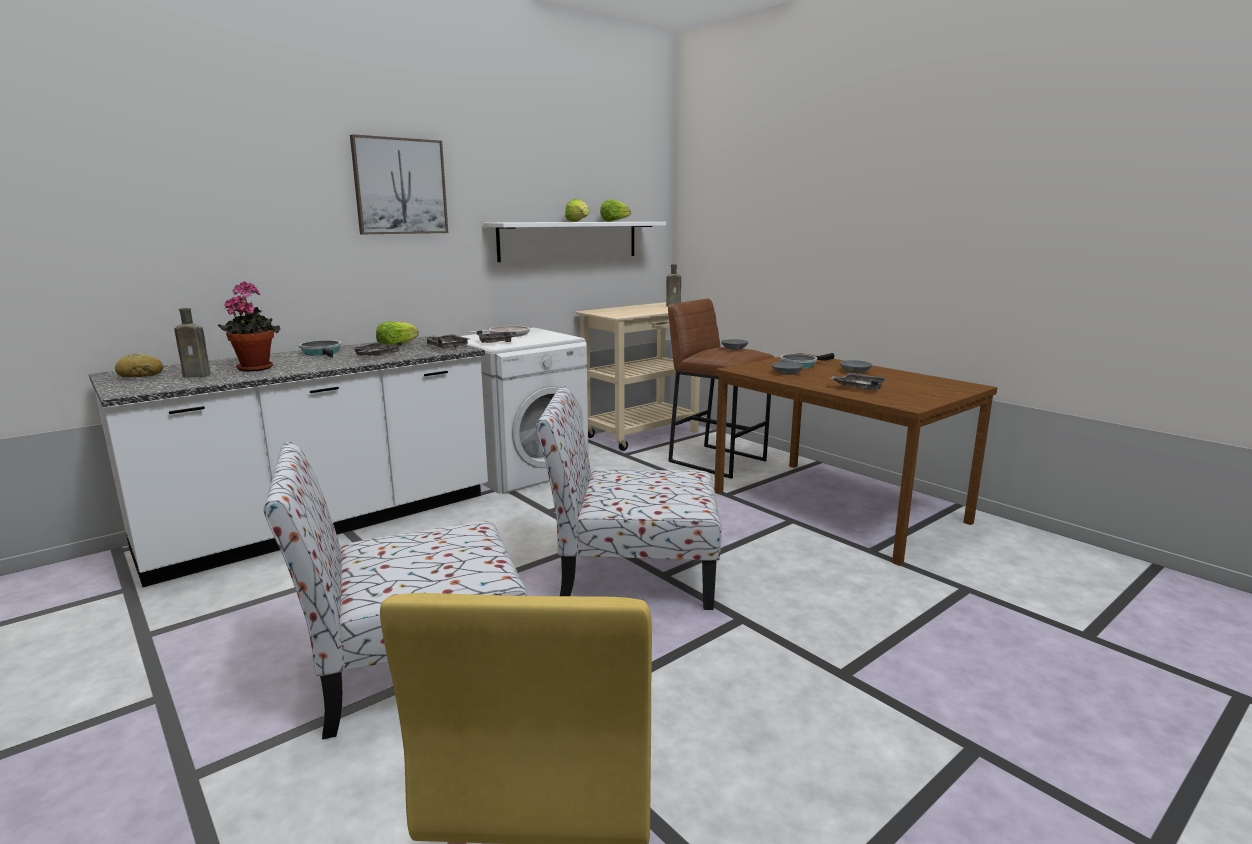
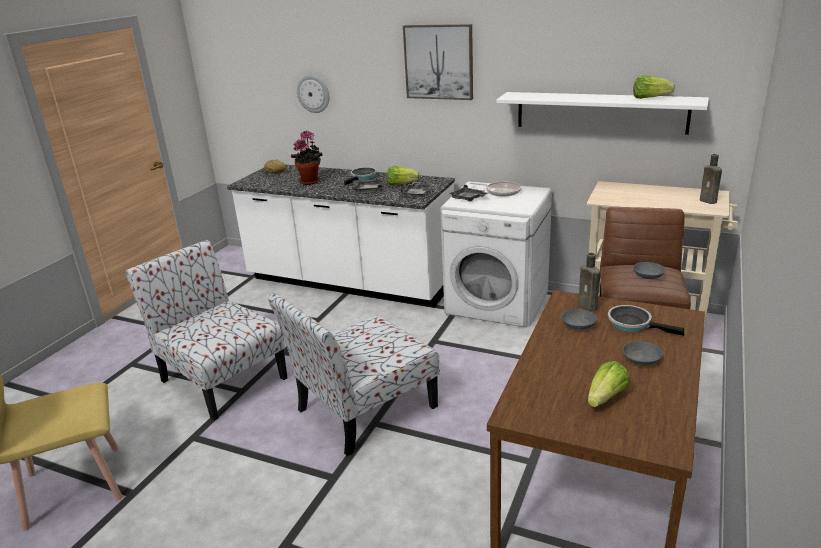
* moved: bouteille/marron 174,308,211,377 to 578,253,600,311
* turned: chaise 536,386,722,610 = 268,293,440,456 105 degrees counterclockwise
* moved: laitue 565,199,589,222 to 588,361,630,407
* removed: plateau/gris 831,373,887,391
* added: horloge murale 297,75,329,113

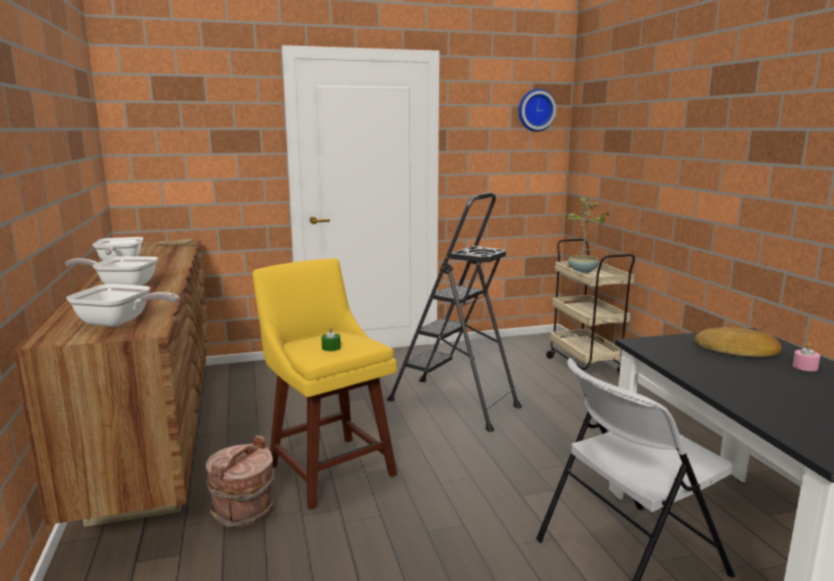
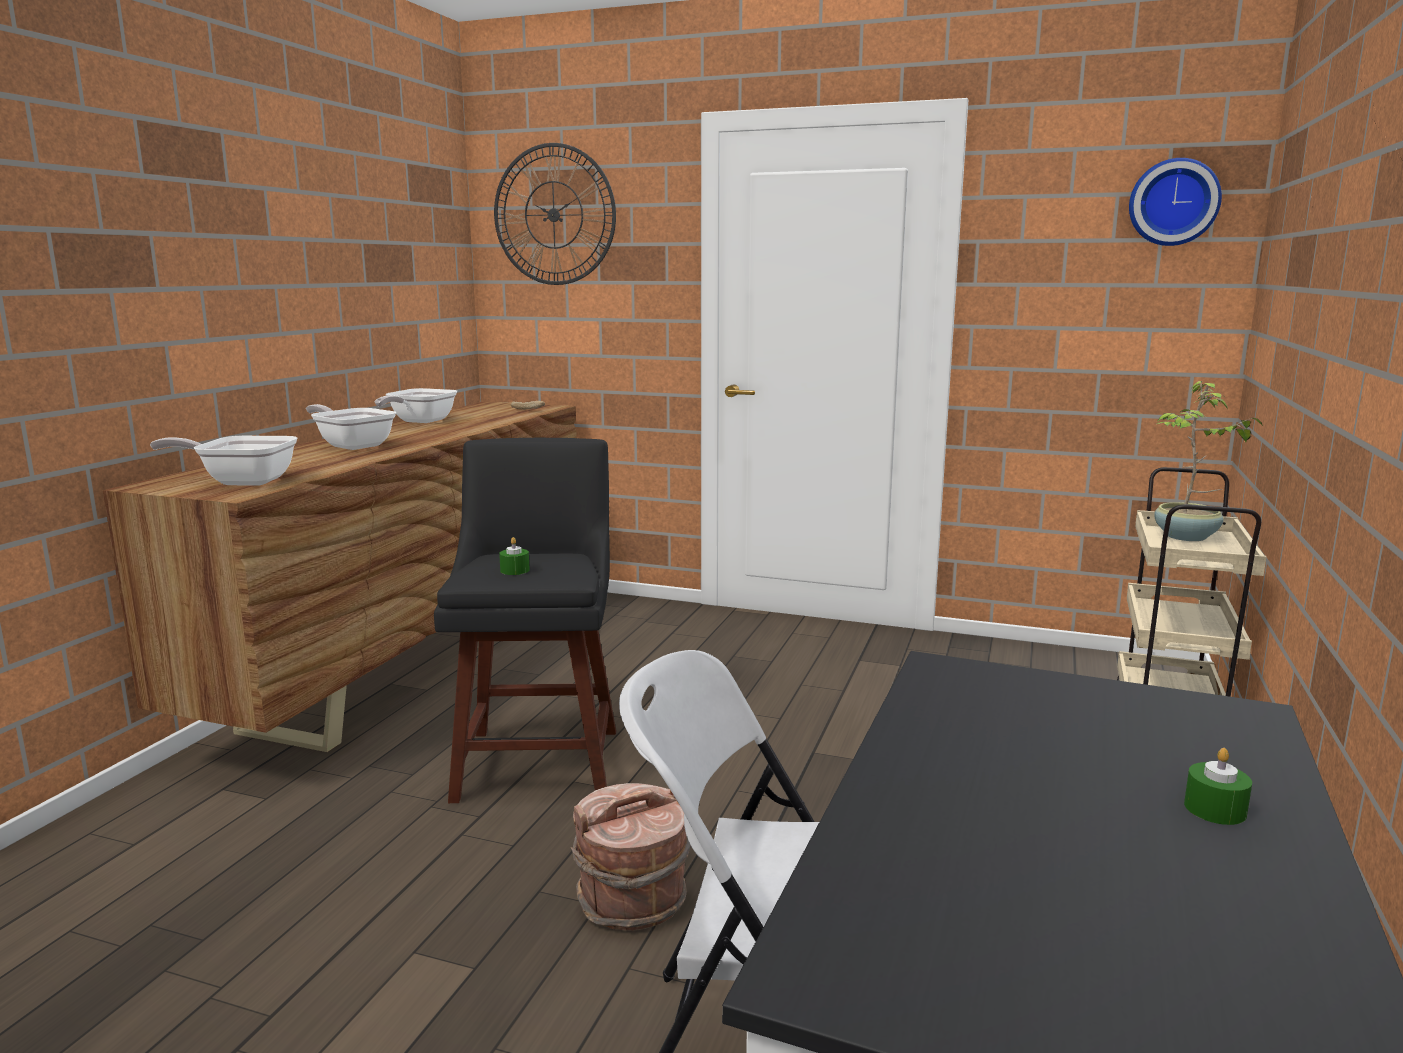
* turned: poêle 66,284,179,327 = 150,436,297,486 135 degrees clockwise
* moved: seau/marron 206,435,275,527 to 571,783,691,931
* recoloured: tabouret/jaune 252,258,397,510 to tabouret/noir 434,438,616,803
* removed: escabeau 387,192,522,432
* removed: pain 695,327,782,357
* recoloured: bougie/rose 793,342,820,371 to bougie/vert 1184,748,1252,825
* added: horloge murale 494,143,616,285

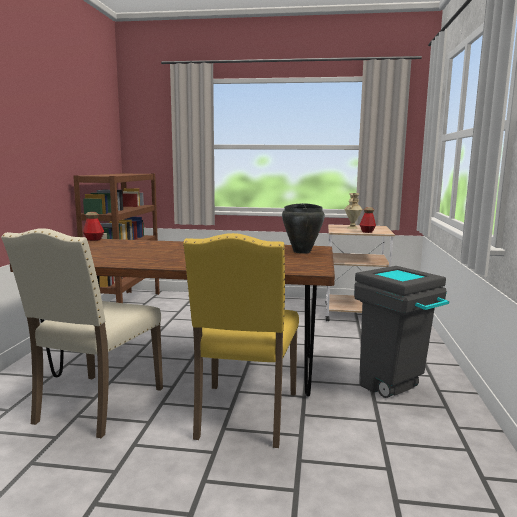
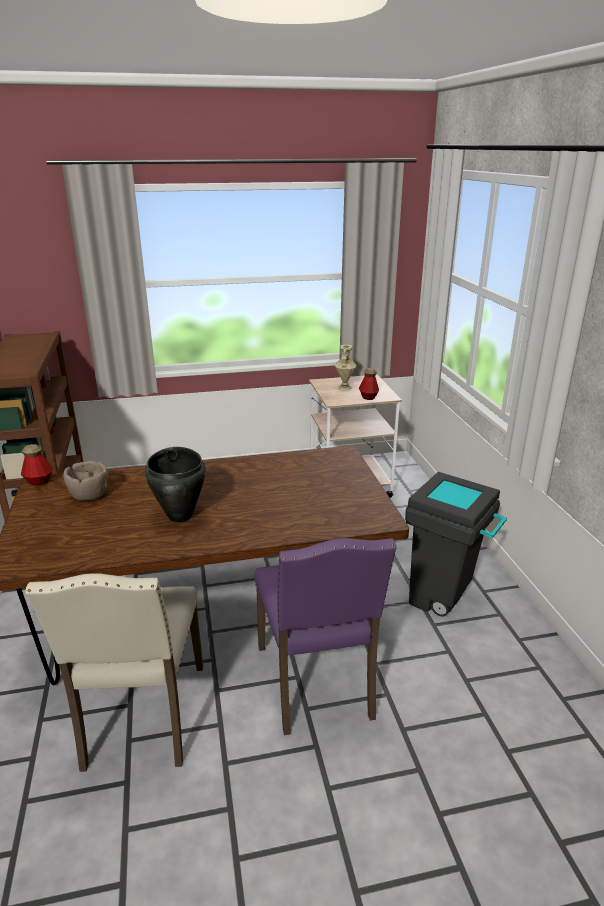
* recoloured: chaise/jaune 183,233,299,448 to chaise/violet 254,538,397,735
* moved: marmite/noir 282,203,325,254 to 145,447,206,523
* added: bol/marron 63,461,108,501

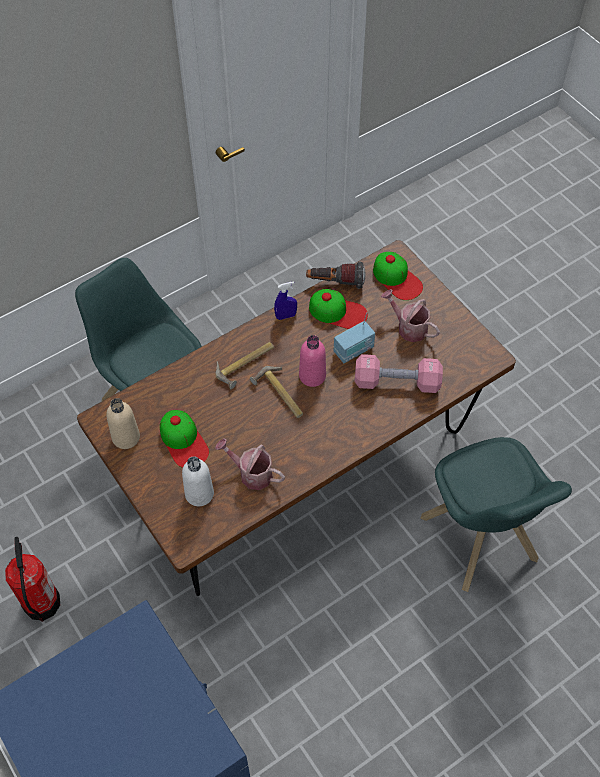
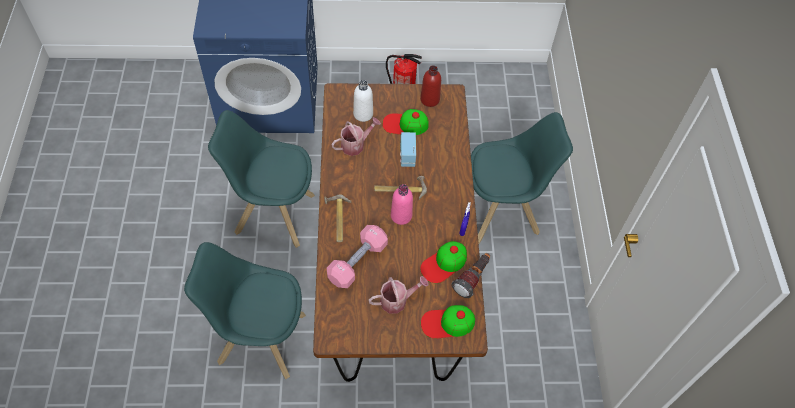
* recoloured: bouteille/beige 106,398,140,449 to bouteille/rouge 420,66,441,107
* moved: marteau 216,342,274,389 to 324,194,351,242
* moved: radio 334,312,375,363 to 400,132,416,167
* added: chaise/turquoise 208,110,315,248

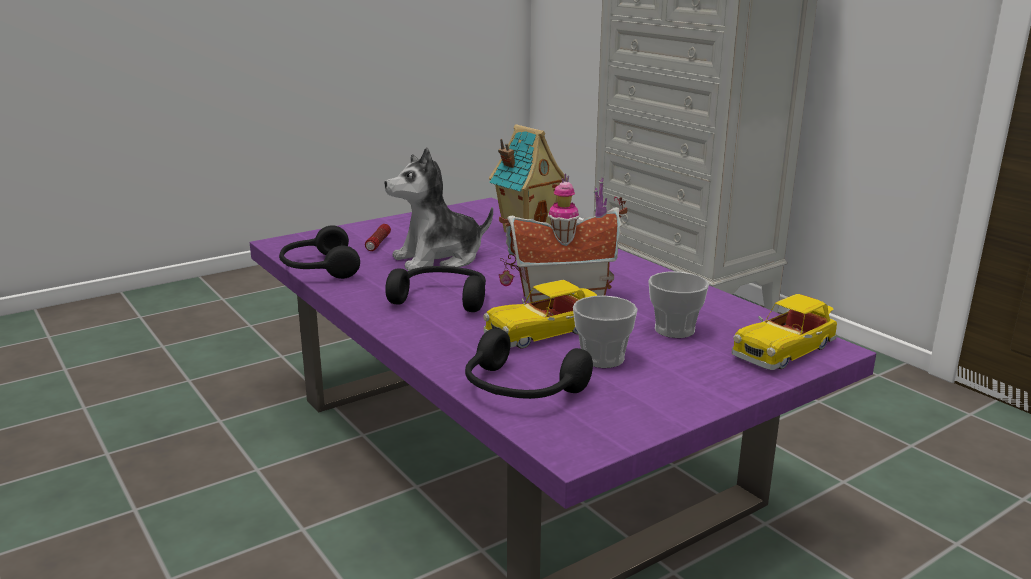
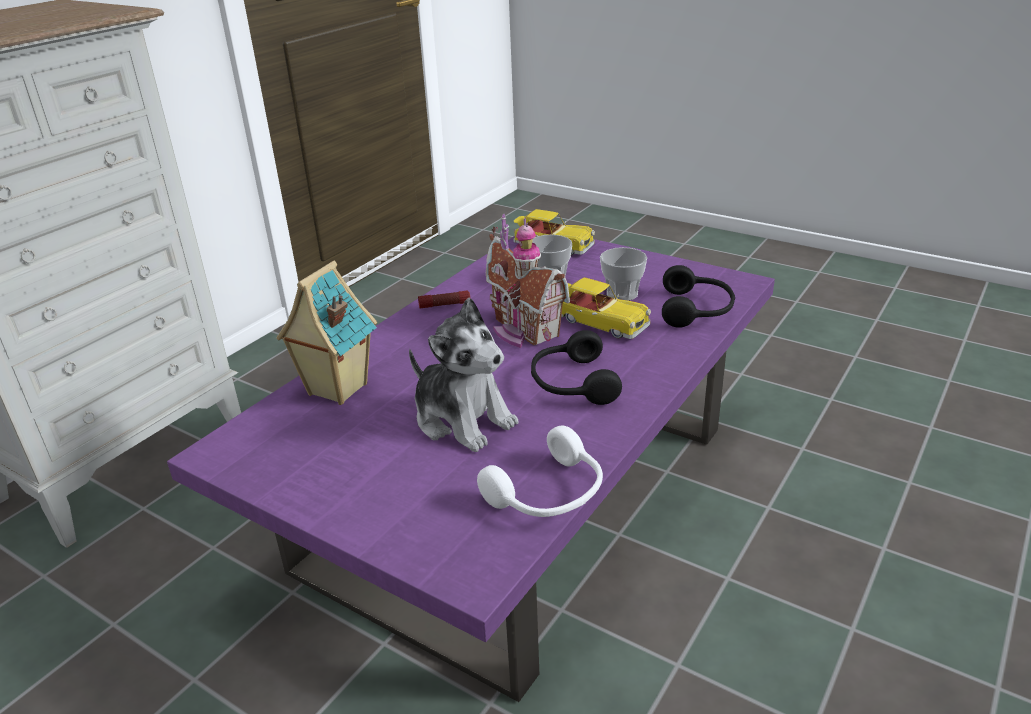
* recoloured: casque audio/noir 279,225,360,279 to casque audio/blanc 477,426,603,517
* moved: lampe de poche 365,224,391,251 to 418,291,470,308

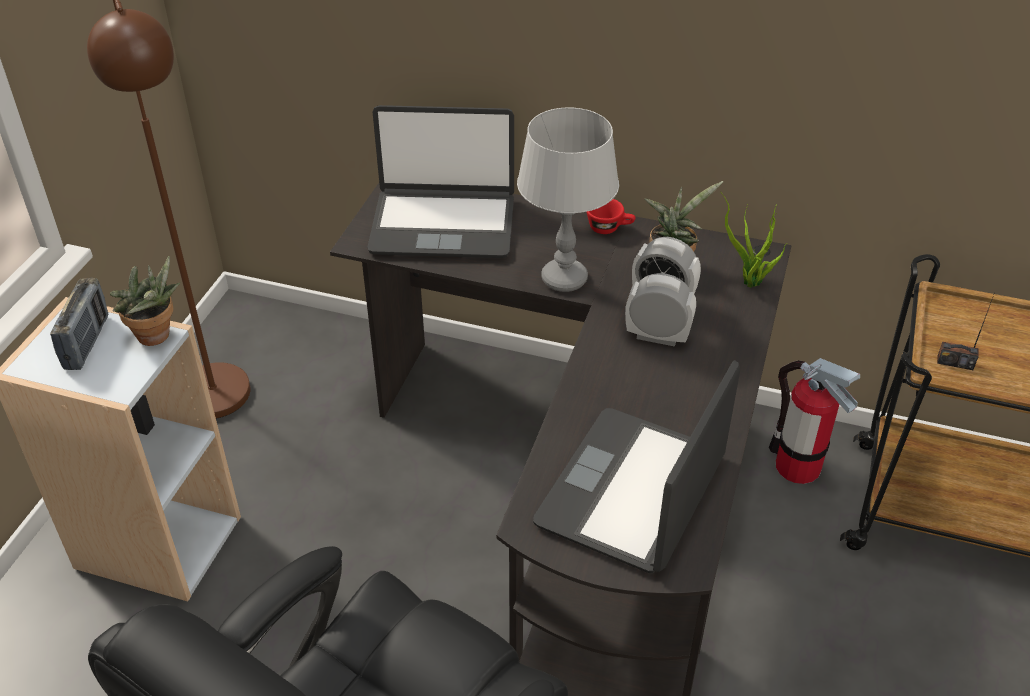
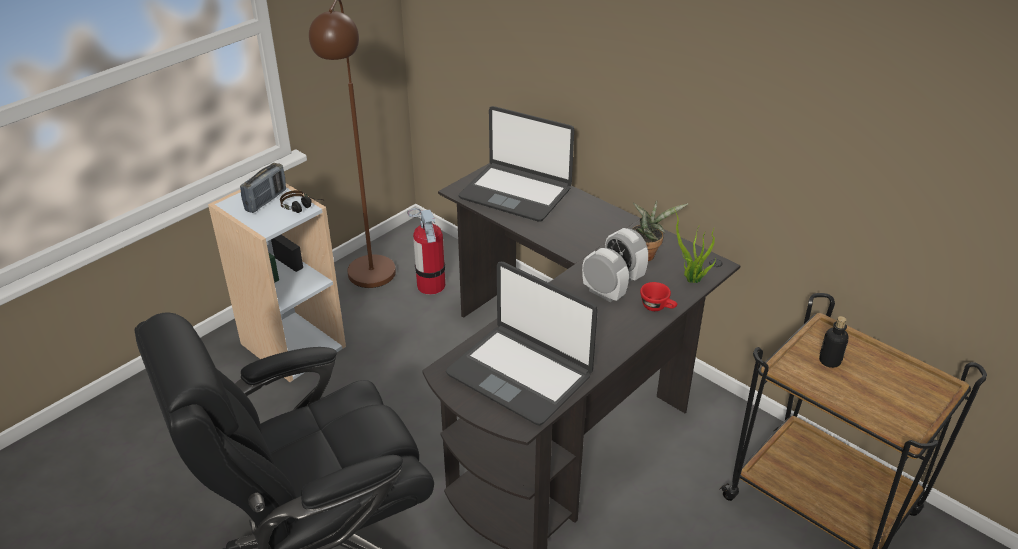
* replaced: plante en pot 110,256,180,346 to casque audio 280,190,324,213
* removed: lampe de table/gris 517,107,619,292
* turned: ordinateur portable 533,360,740,573 = 446,262,598,426 105 degrees counterclockwise
* moved: tasse/rouge 586,199,636,234 to 640,282,677,311
* moved: extincteur 769,358,860,484 to 407,208,445,295
* removed: radio 937,290,996,370
* added: bouteille 819,316,849,368

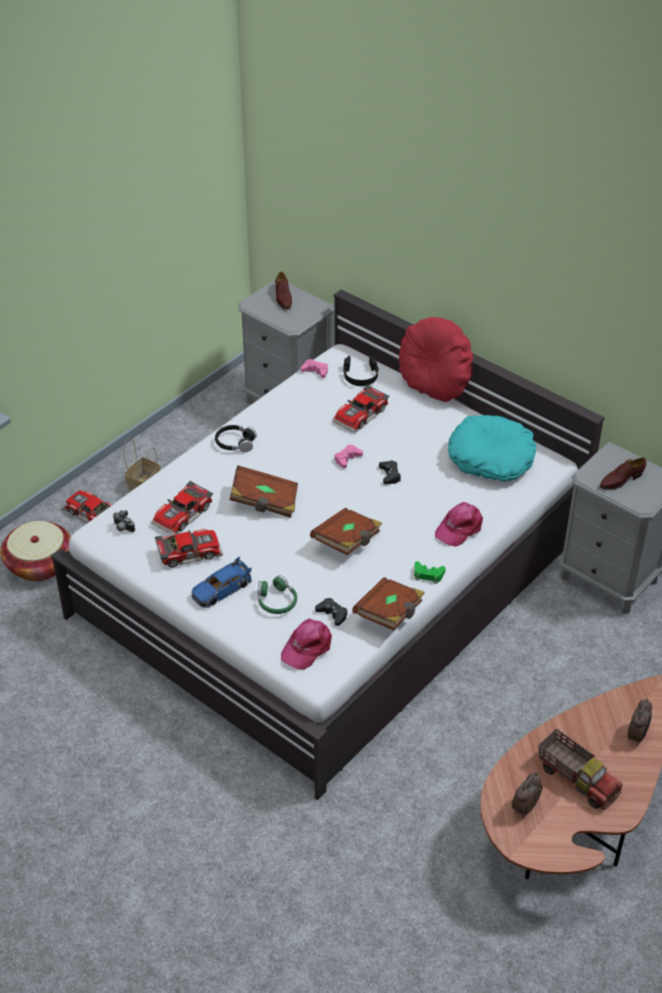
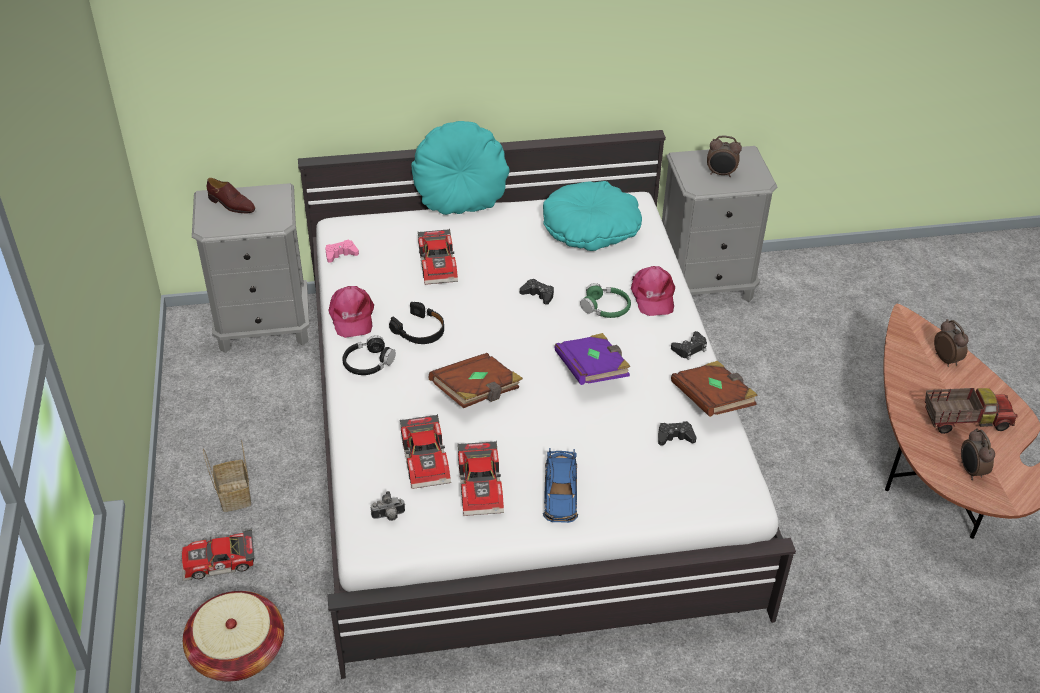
* turned: petite voiture 155,529,223,567 = 458,441,504,516 150 degrees clockwise
* moved: casque audio/vert 258,575,297,614 to 580,283,631,318
* moved: casquette/rose 281,619,332,670 to 329,286,374,338
* recoloured: livre/marron 310,508,382,555 to livre/violet 555,333,630,385
* removed: manette/rose 335,445,363,468
* moved: casque audio/noir 343,355,379,386 to 389,302,444,344
* recoloured: coussin/rouge 399,317,473,402 to coussin/turquoise 412,121,509,215
* recoloured: manette/vert 414,561,446,584 to manette/noir 671,331,707,360
* replaced: chaussure/marron 600,457,646,489 to réveil 707,136,742,177

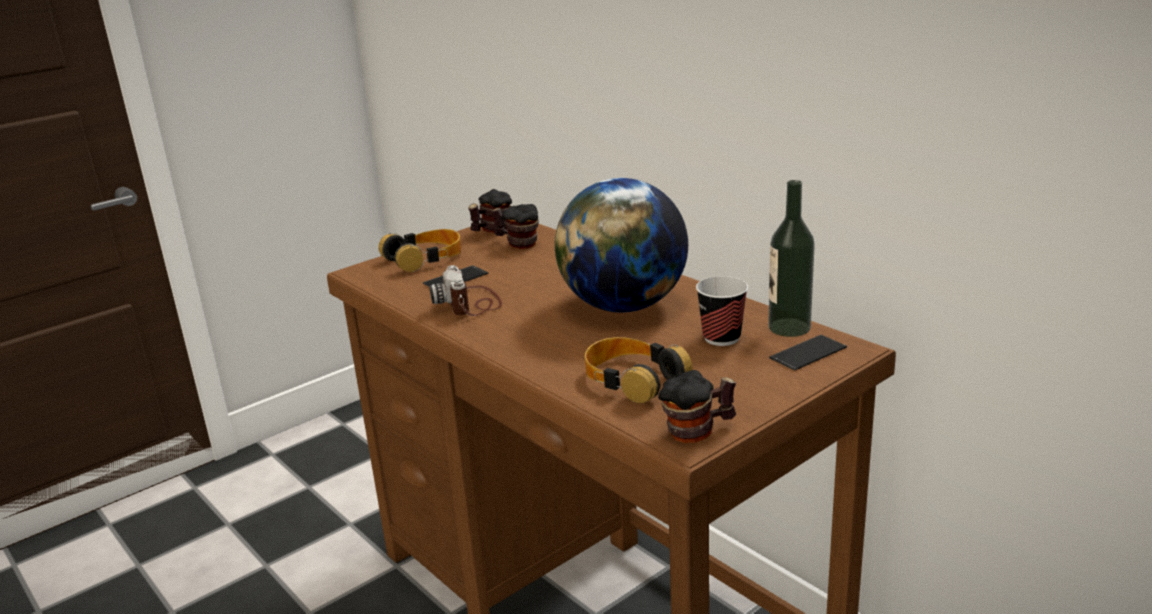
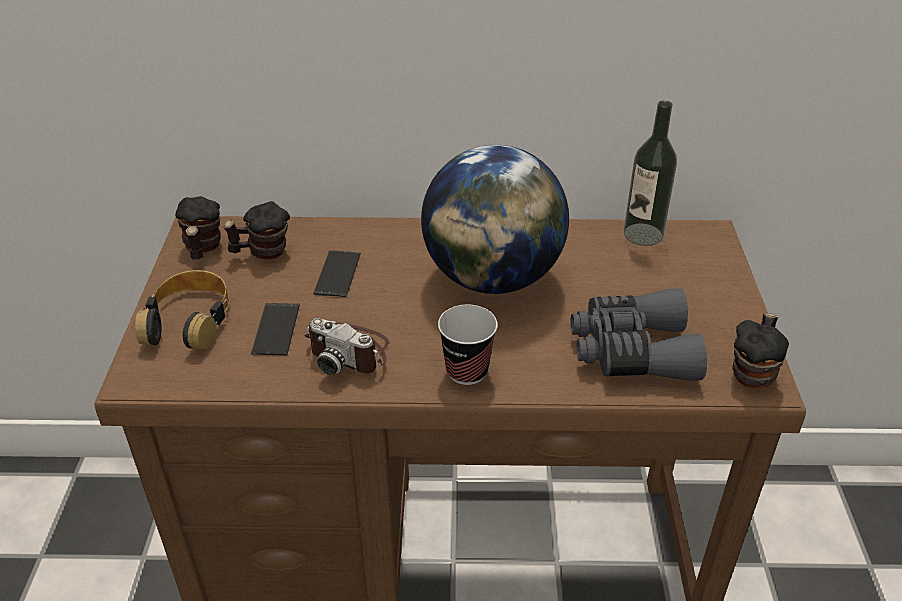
* replaced: casque audio 585,337,692,403 to jumelles/gris 570,288,707,381
* moved: tasse 696,276,748,346 to 438,305,498,385
* moved: téléphone 769,335,847,371 to 313,250,361,297

